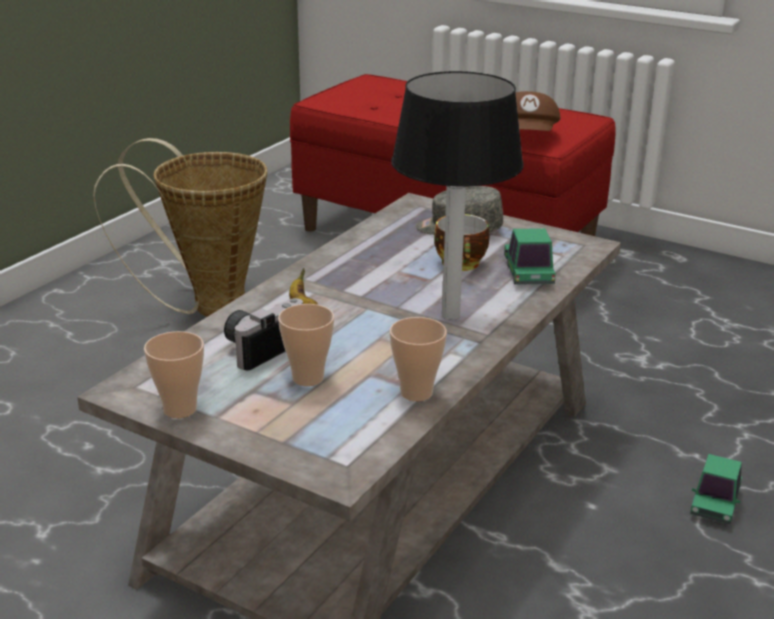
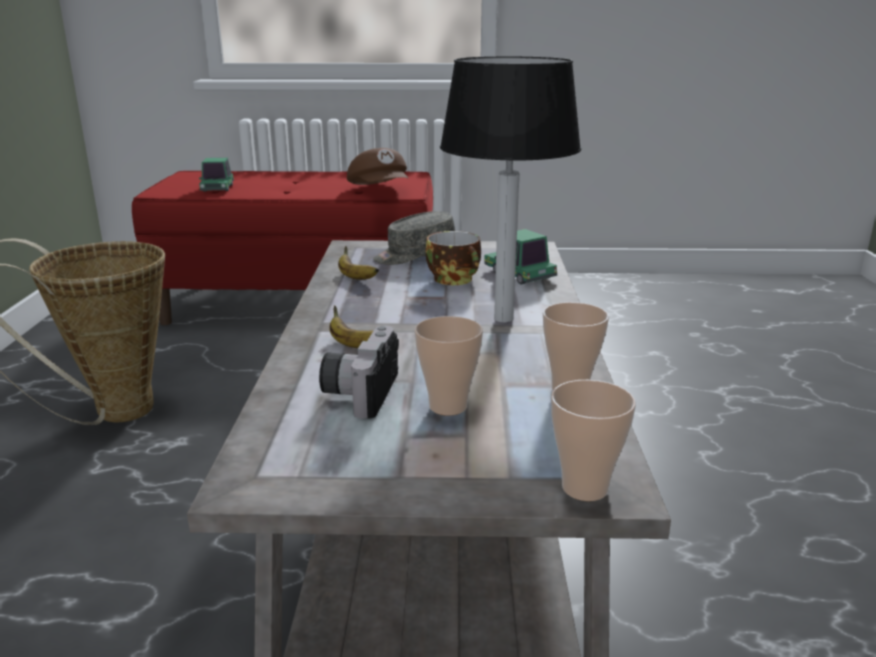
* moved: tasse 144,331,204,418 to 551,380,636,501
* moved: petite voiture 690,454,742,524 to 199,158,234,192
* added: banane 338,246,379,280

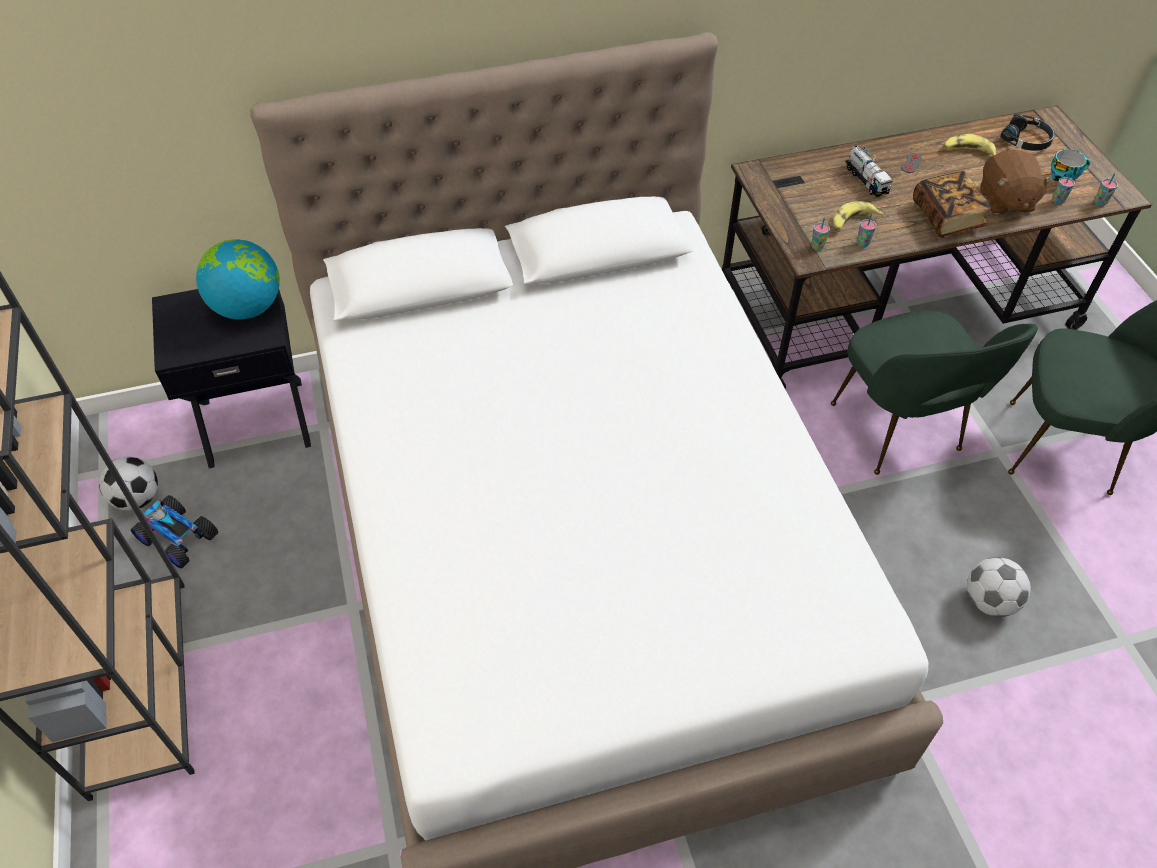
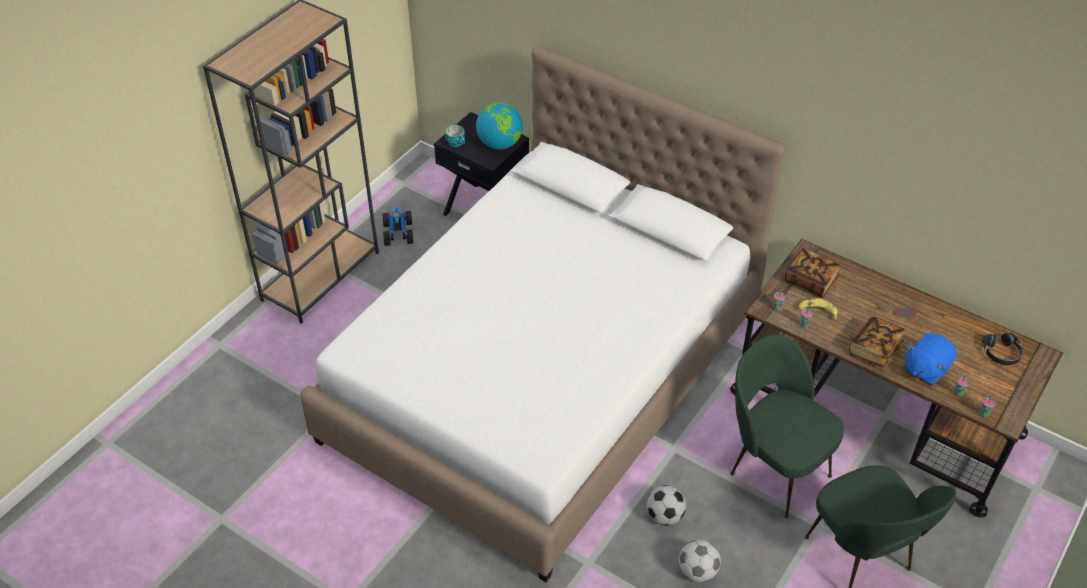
* moved: ballon de foot 99,457,158,510 to 647,485,686,526
* turned: chaise/vert 831,311,1038,475 = 730,335,844,518 105 degrees clockwise
* removed: camion jouet 845,145,893,197
* removed: banane 943,134,996,155
* recoloured: peluche/marron 980,150,1054,215 to peluche/bleu 904,333,956,385
* moved: tasse 1051,149,1090,182 to 445,125,465,147
* added: livre 785,248,841,298

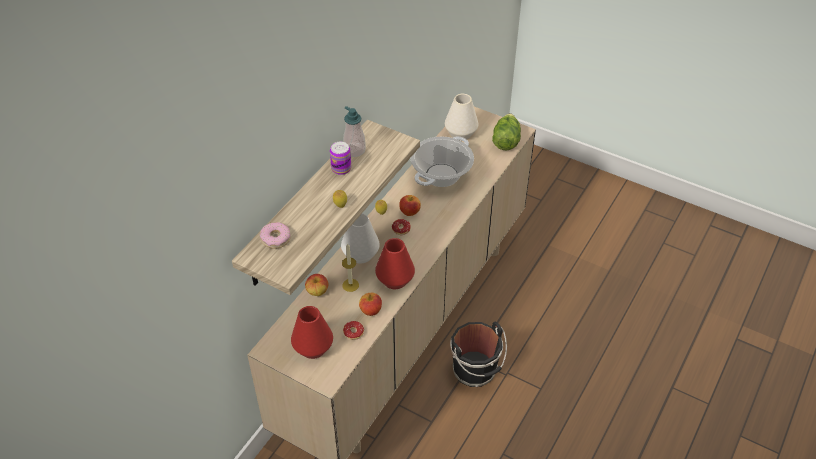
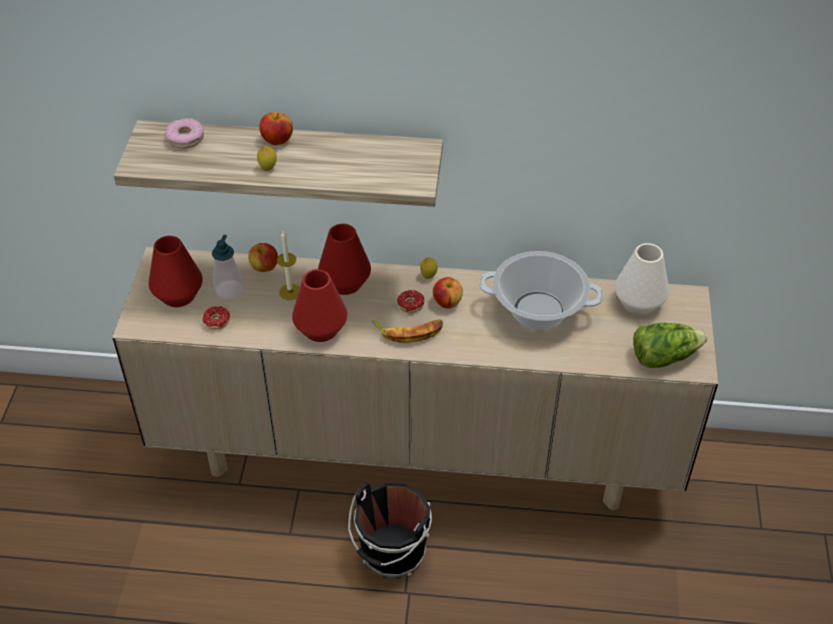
* removed: boîte métallique 330,142,351,175
* recoloured: vase/blanc 341,213,380,264 to vase/rouge 318,224,371,295
* moved: distributeur de savon 343,106,366,157 to 212,235,243,300
* moved: pomme 359,293,382,316 to 259,112,293,145
* added: banane 372,319,443,343

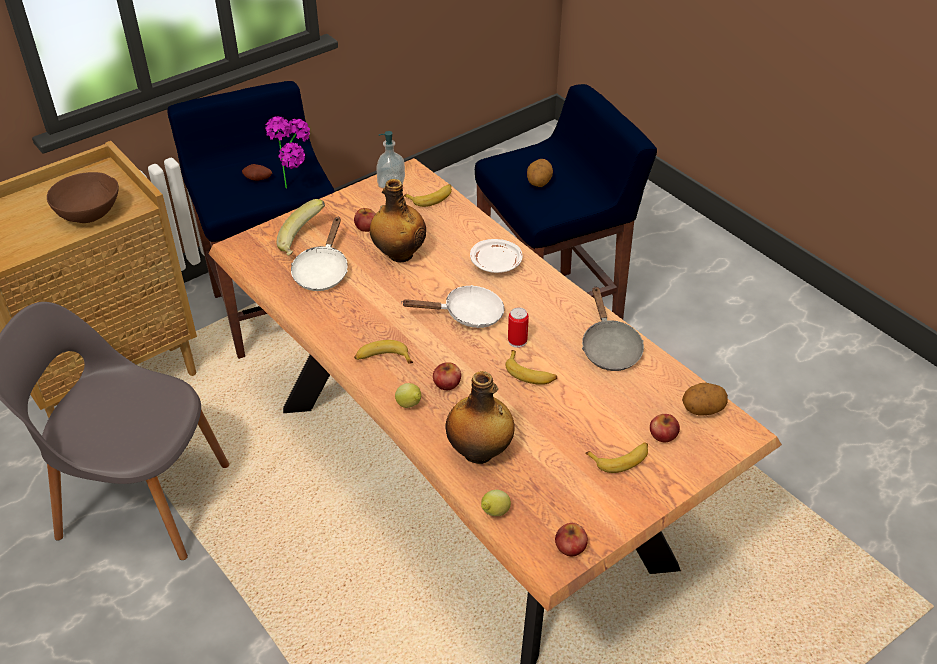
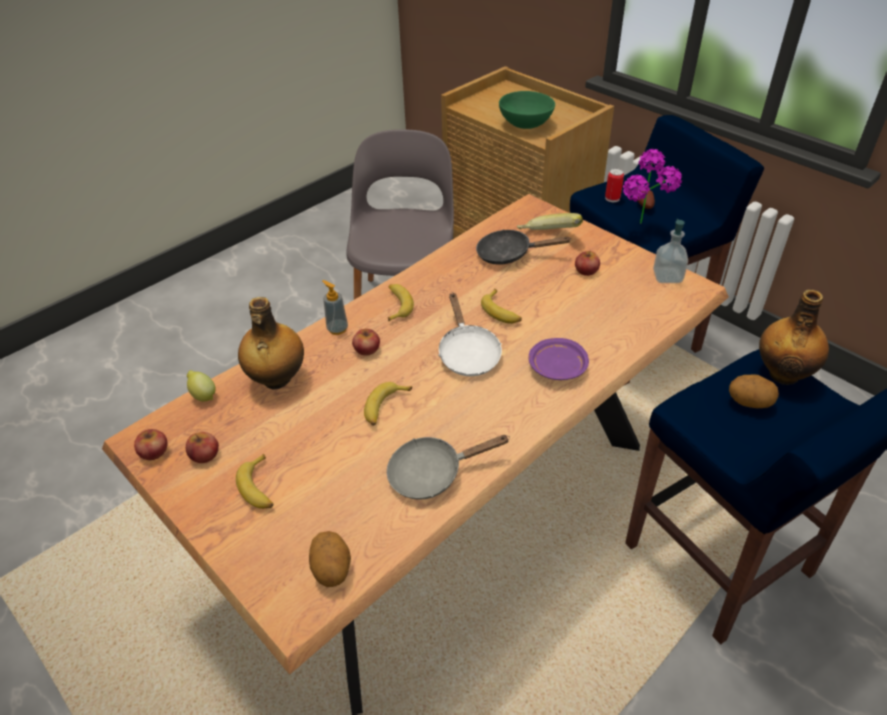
* recoloured: bol/marron 47,172,119,223 to bol/vert 499,91,555,129
* recoloured: poêle/blanc 291,217,348,291 to poêle/noir 476,229,570,265
* moved: bouteille 370,179,426,263 to 759,290,829,385
* replaced: citron 395,383,421,408 to distributeur de savon 322,280,348,335
* moved: banane 404,184,452,207 to 481,289,522,324
* recoloured: assiette/blanc 470,239,523,273 to assiette/violet 529,338,589,380
* moved: boîte métallique 508,307,529,348 to 605,168,624,202
* moved: pomme 650,414,680,442 to 186,432,219,463

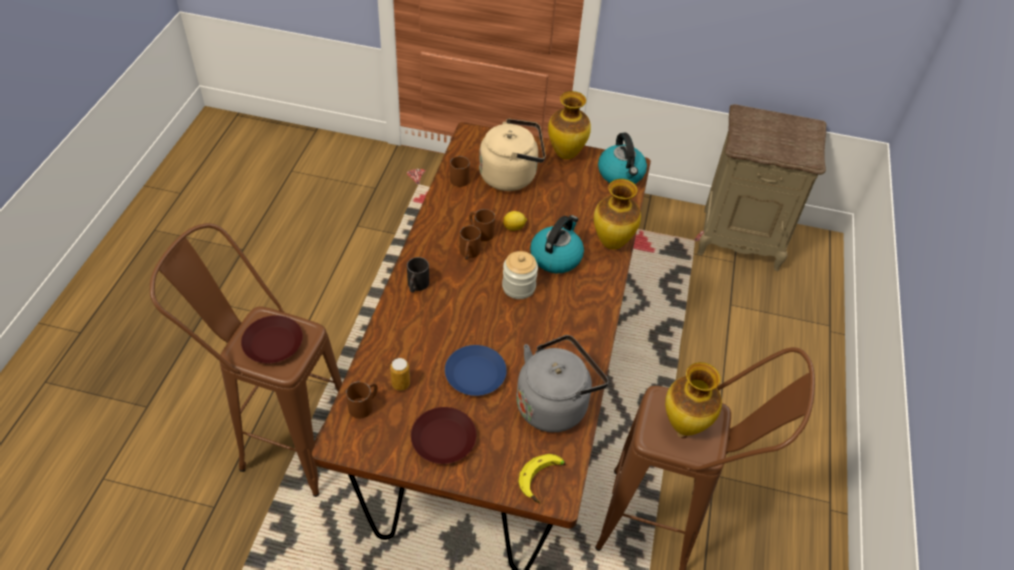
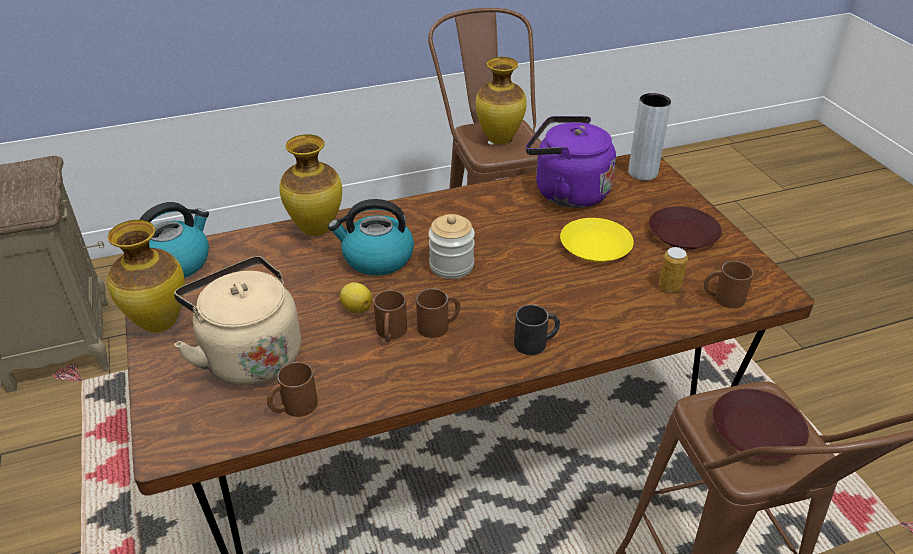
* recoloured: assiette/bleu 445,345,507,396 to assiette/jaune 560,218,634,262
* recoloured: bouilloire/gris 516,335,609,432 to bouilloire/violet 526,116,616,208
* replaced: banane 518,454,565,503 to vase/gris 628,93,671,180

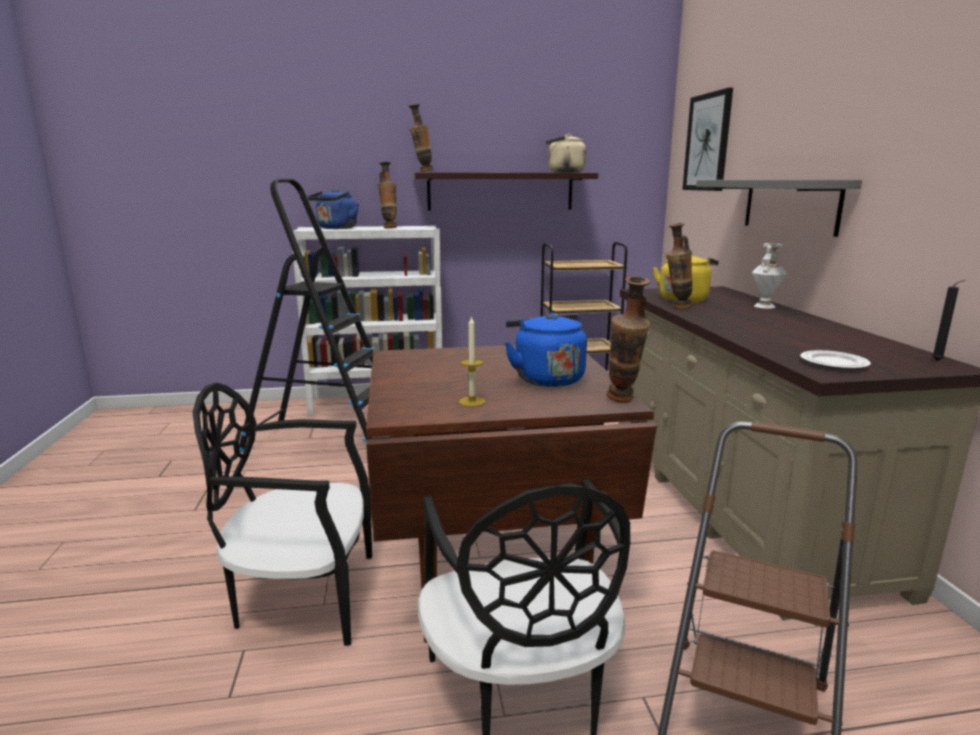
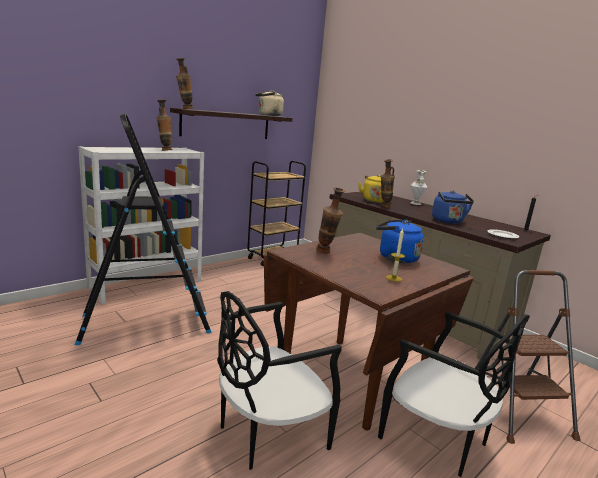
* moved: bouilloire/bleu 307,189,359,229 to 432,191,474,224
* moved: vase 607,276,650,403 to 316,187,345,253
* removed: tableau 682,88,733,191
* removed: étagère/gris 696,180,862,237

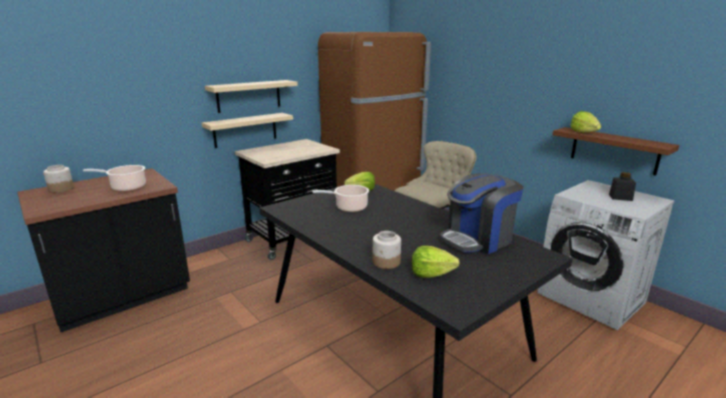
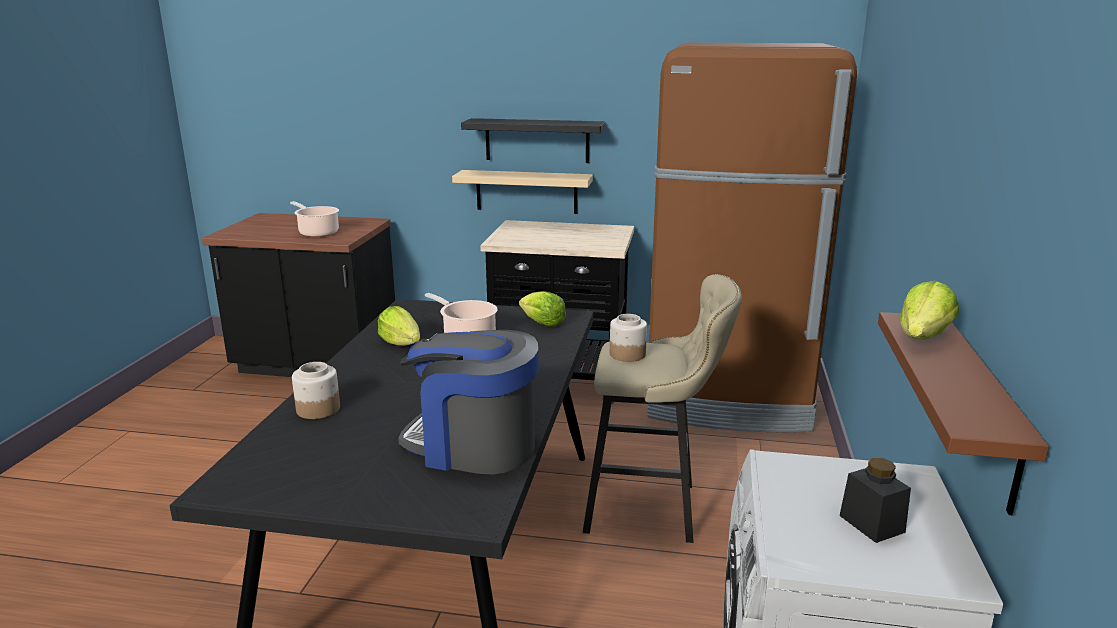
* moved: bocal 43,165,74,193 to 610,314,647,362
* recoloured: étagère/beige 205,80,298,113 to étagère/noir 461,118,605,163
* moved: laitue 412,246,460,278 to 378,306,420,346

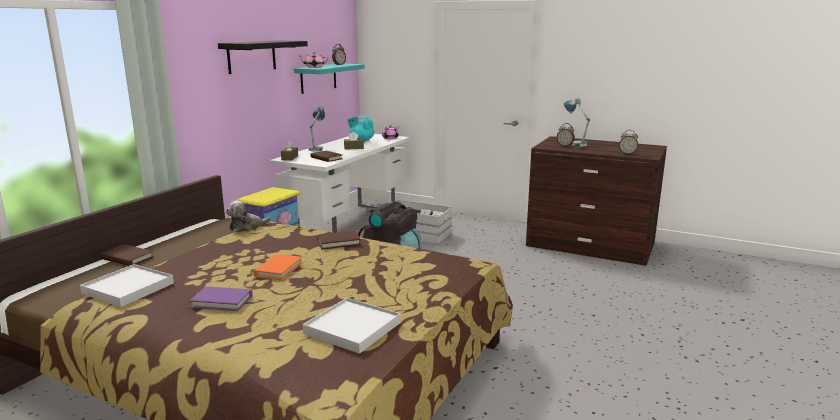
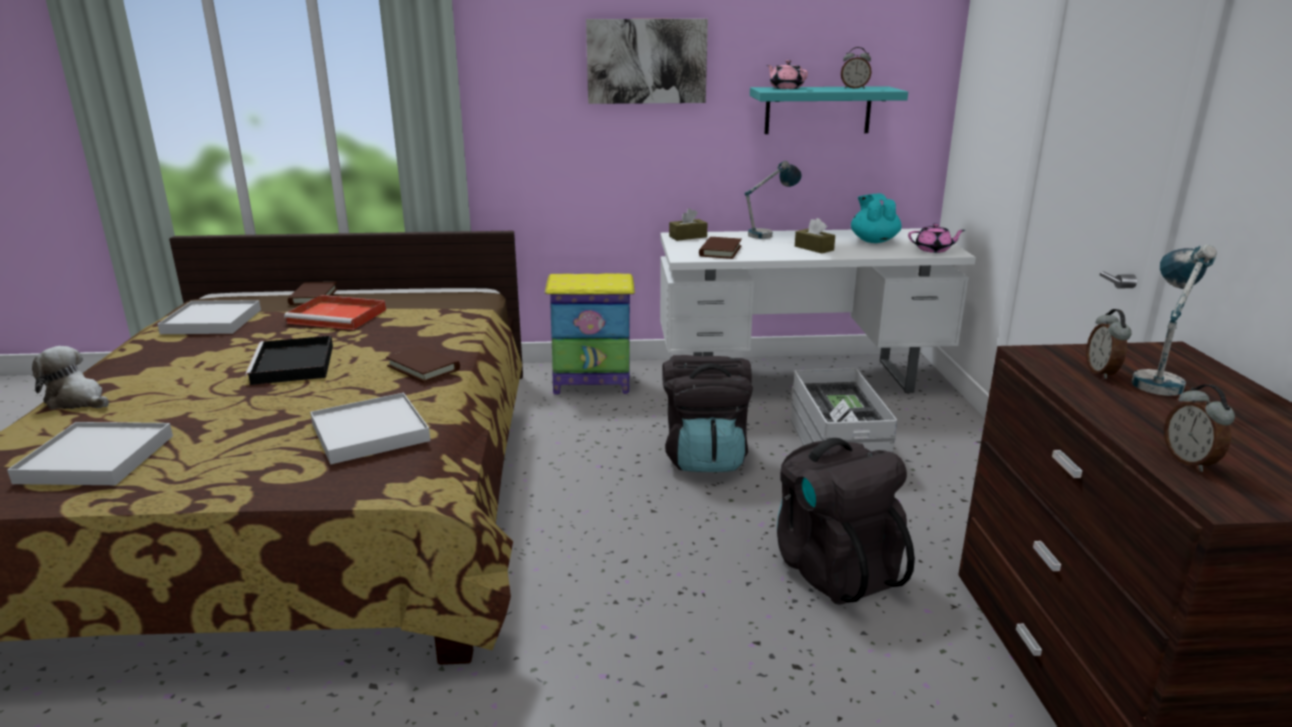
* removed: livre/violet 189,286,252,311
* replaced: étagère/noir 218,40,308,74 to tableau 586,19,708,104
* moved: peluche 226,201,271,232 to 32,346,109,409
* replaced: livre/orange 253,254,302,280 to plateau/noir 245,336,333,385
* added: plateau/rouge 284,295,386,330
* added: plateau/blanc 310,393,430,465
* added: sac à dos/noir 777,438,915,605

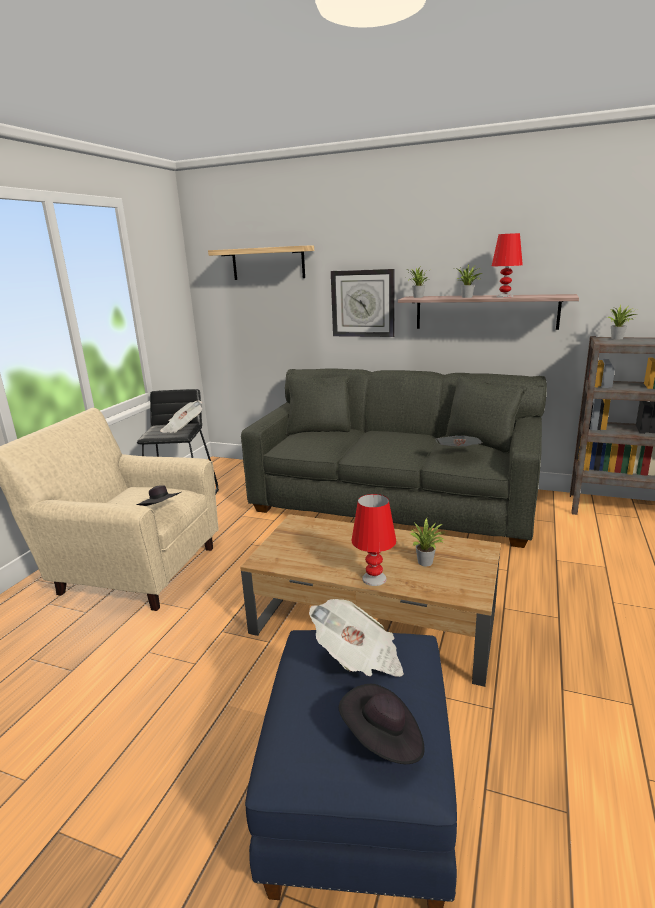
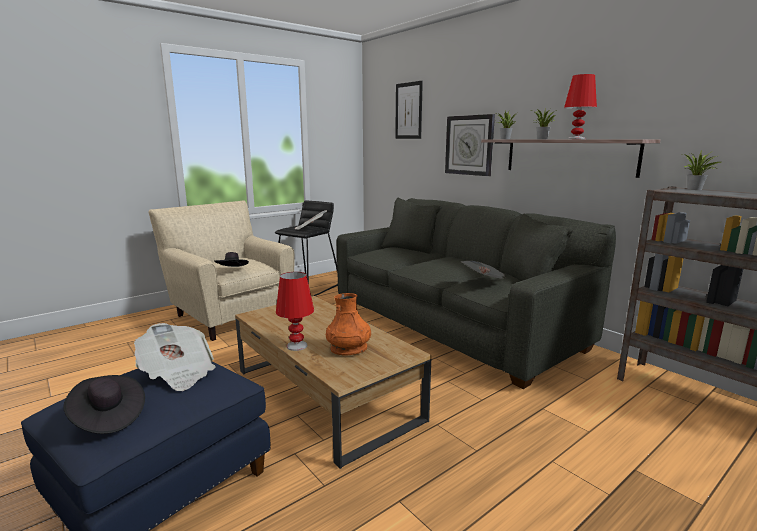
* replaced: étagère 208,245,314,280 to tableau 395,81,423,139
* replaced: plante en pot 410,518,445,566 to vase/orange 326,293,371,356

